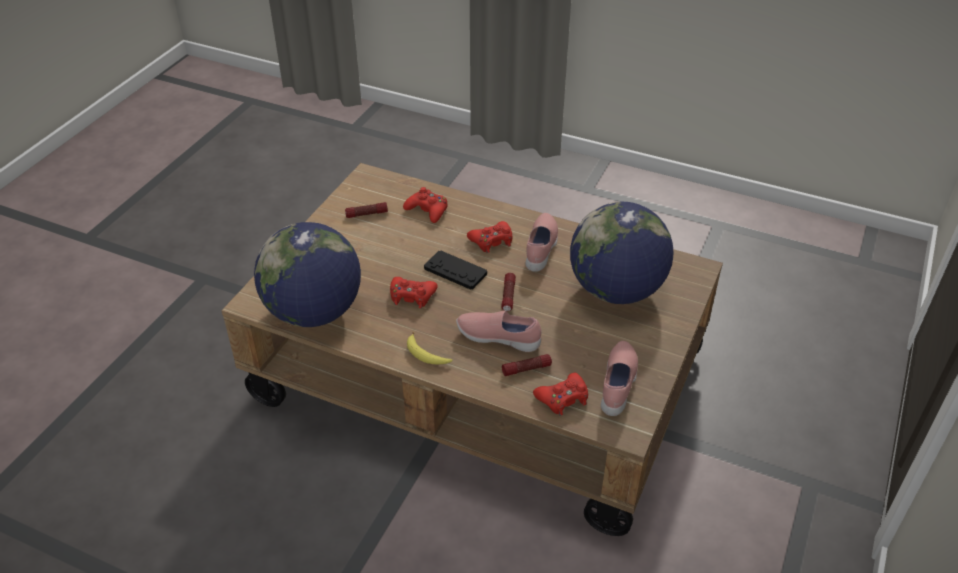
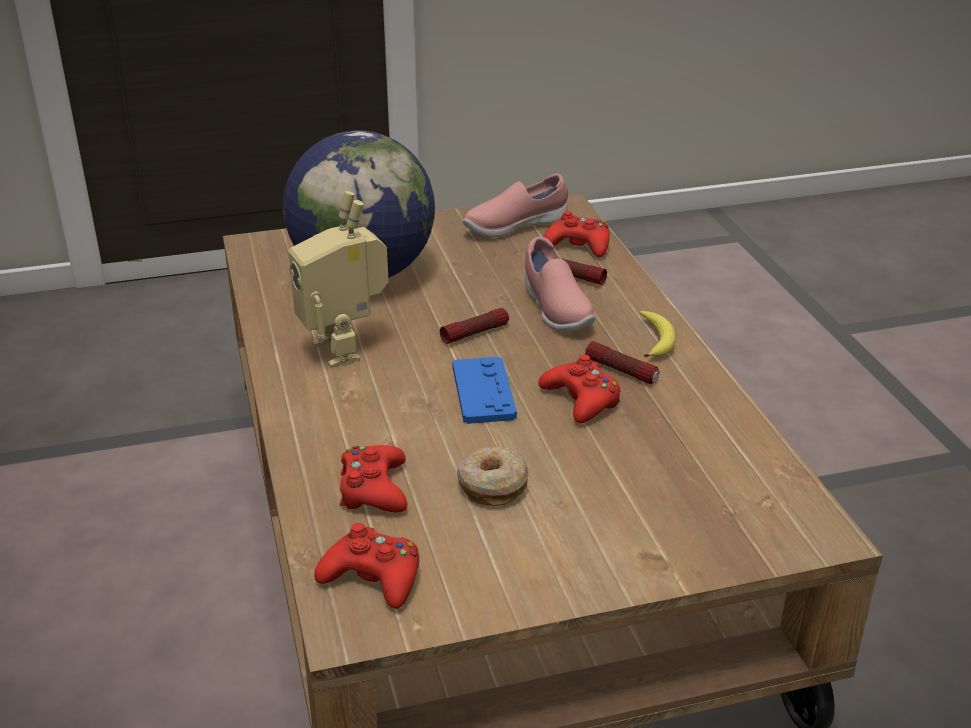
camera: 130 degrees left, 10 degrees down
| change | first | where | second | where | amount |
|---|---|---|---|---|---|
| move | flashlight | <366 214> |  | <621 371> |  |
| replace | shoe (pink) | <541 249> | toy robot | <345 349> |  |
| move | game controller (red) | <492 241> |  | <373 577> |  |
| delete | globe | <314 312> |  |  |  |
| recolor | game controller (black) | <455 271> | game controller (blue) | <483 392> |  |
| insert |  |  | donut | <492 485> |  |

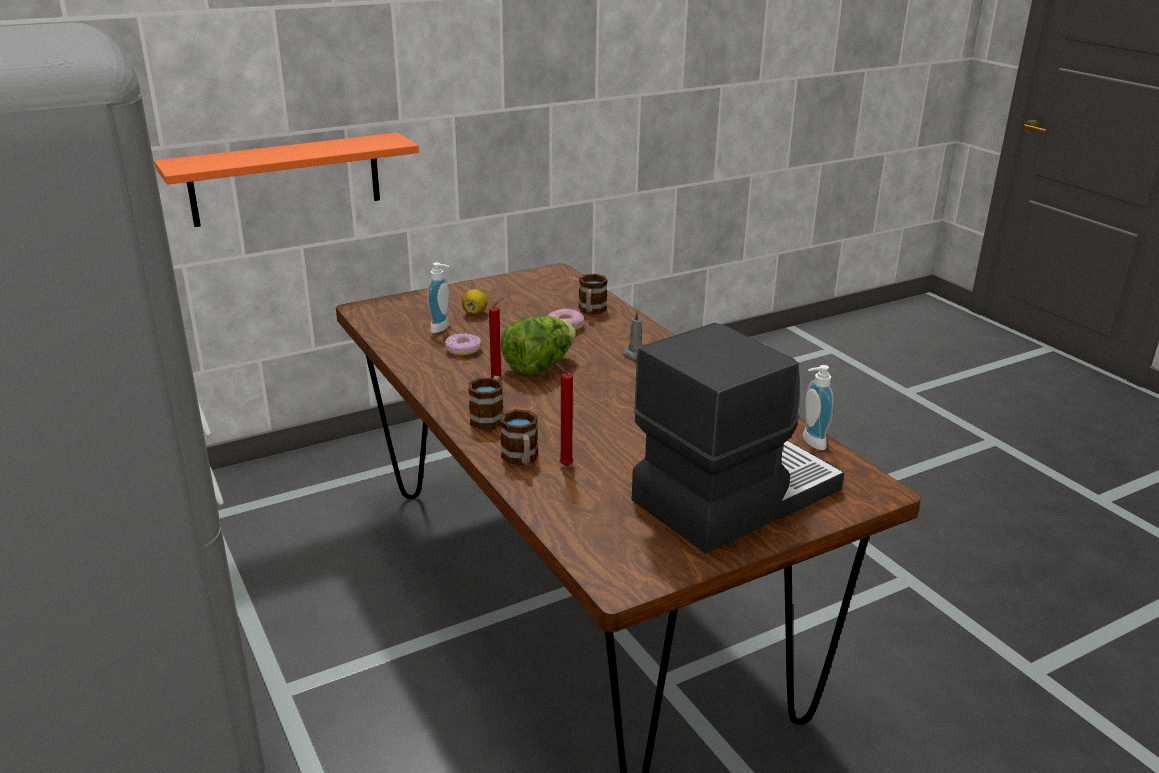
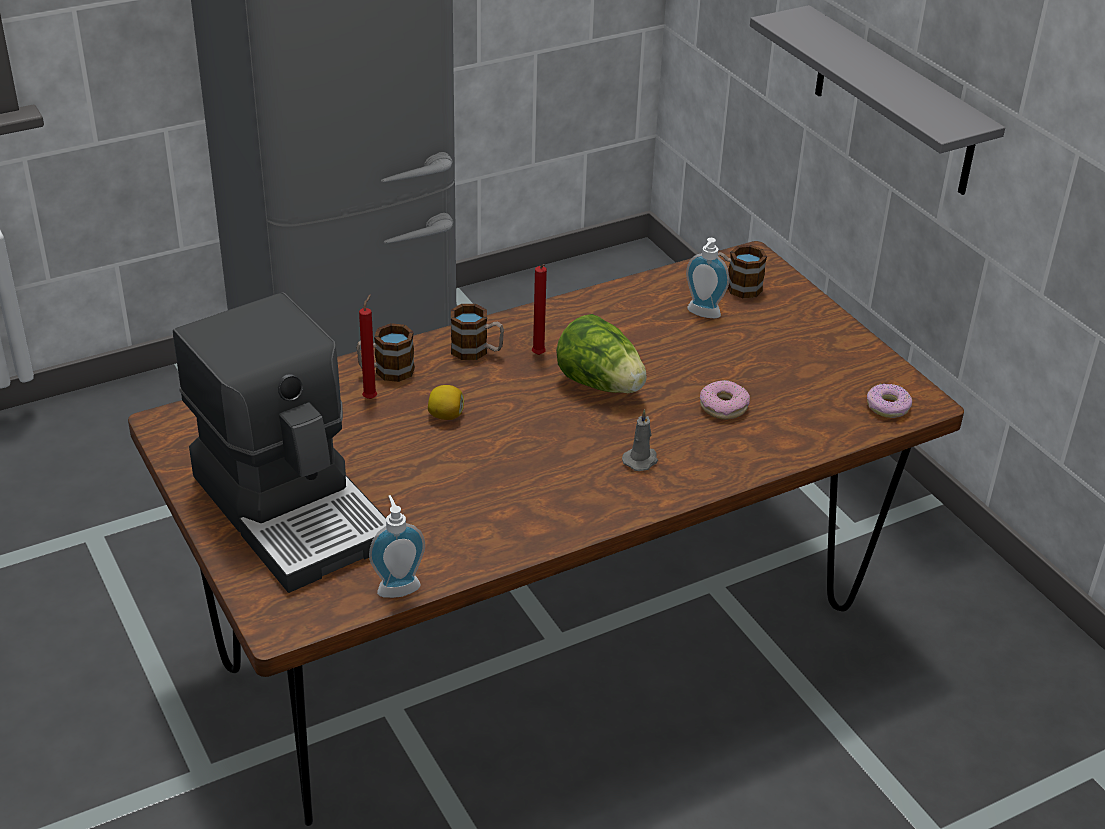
camera: 90 degrees right, 10 degrees up
| change | first | where | second | where | amount |
|---|---|---|---|---|---|
| recolor | shelf (orange) | <286 179> | shelf (grey) | <894 102> |  |
| move | mug | <591 311> |  | <736 287> |  |
| move | lemon | <475 313> |  | <446 416> |  |
| move | donut | <463 349> |  | <887 407> |  |

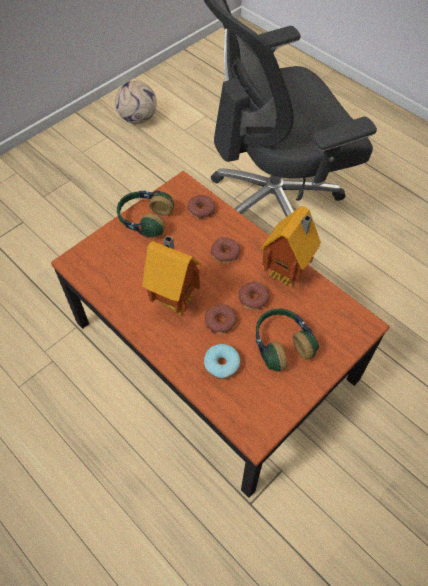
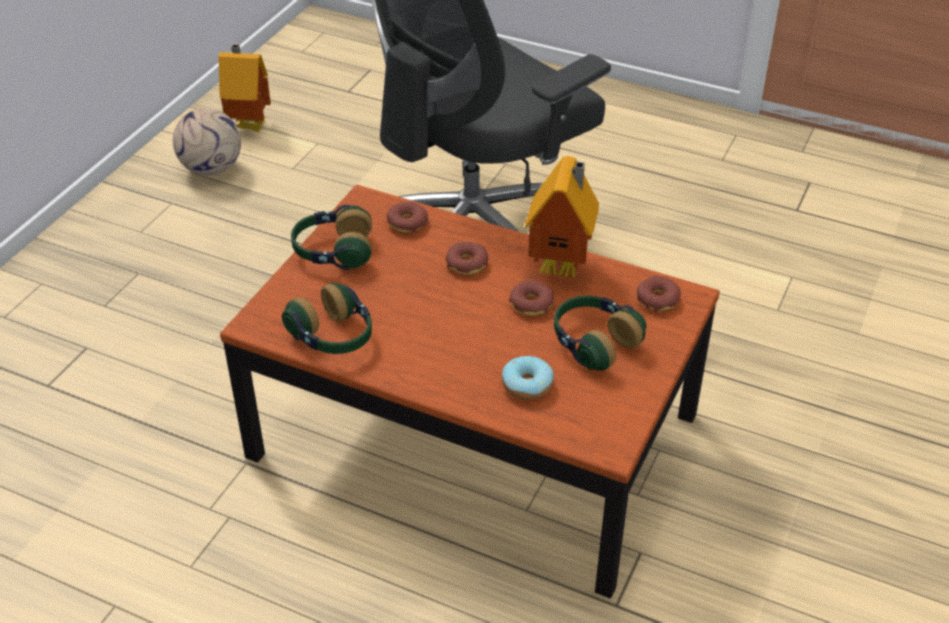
camera: 20 degrees left, 15 degrees down
| change | first | where | second | where | amount |
|---|---|---|---|---|---|
| move | toy house | <175 300> |  | <249 125> |  |
| move | donut | <220 321> |  | <657 299> |  |
| insert |  |  | headphones | <333 337> |  |

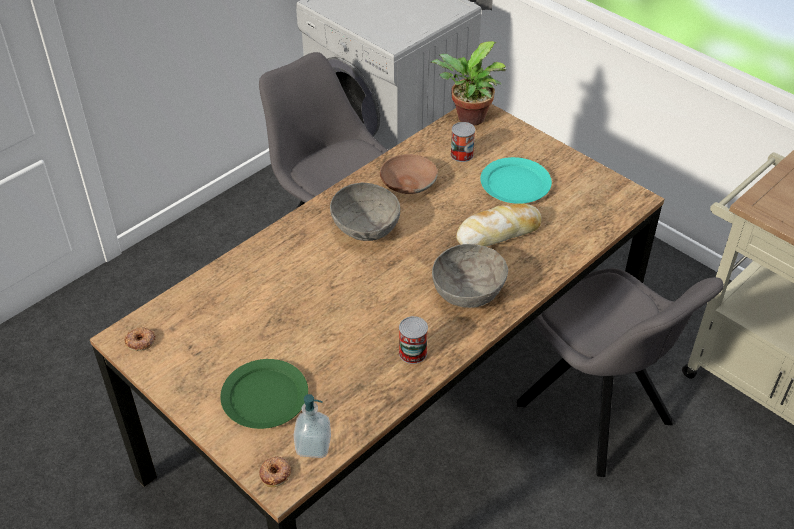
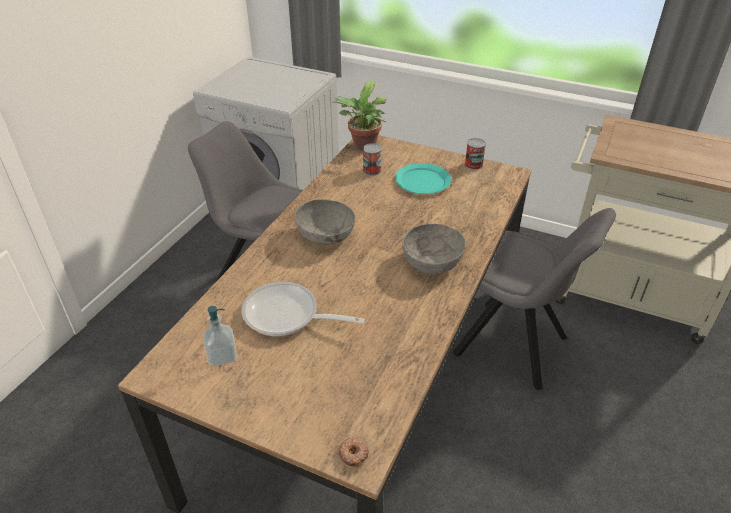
camera: 20 degrees left, 5 degrees down
| change | first | where | second | where | amount |
|---|---|---|---|---|---|
| delete | bowl (brown) | <407 182> |  |  |  |
| delete | bread | <498 232> |  |  |  |
| move | can | <413 353> |  | <473 164> |  |
| delete | donut | <140 341> |  |  |  |
| delete | plate (green) | <264 396> |  |  |  |
| move | soap dispenser | <313 446> |  | <222 356> |  |
| insert |  |  | frying pan | <287 316> |  |

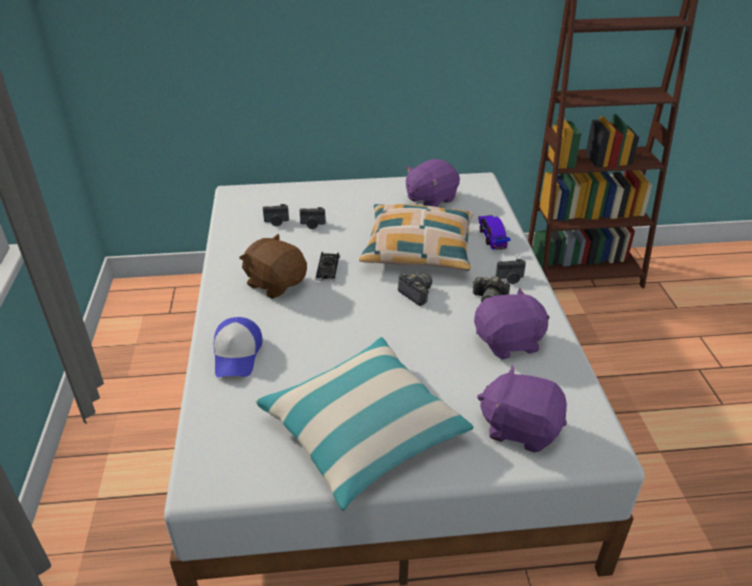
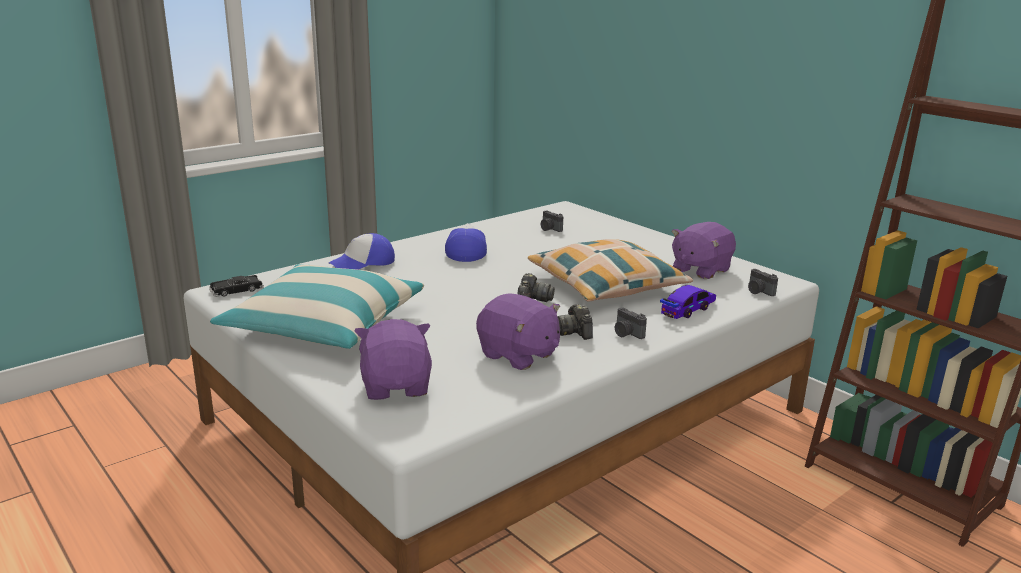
camera: 55 degrees right, 15 degrees down
| change | first | where | second | where | amount |
|---|---|---|---|---|---|
| rotate | plush toy (purple) | <430 199> |  | <700 269> | 60 degrees counterclockwise |
| move | photo camera | <312 225> |  | <758 291> |  |
| replace | plush toy (brown) | <276 283> | cap | <466 251> |  |
| move | toy car (black) | <328 269> |  | <236 290> |  |

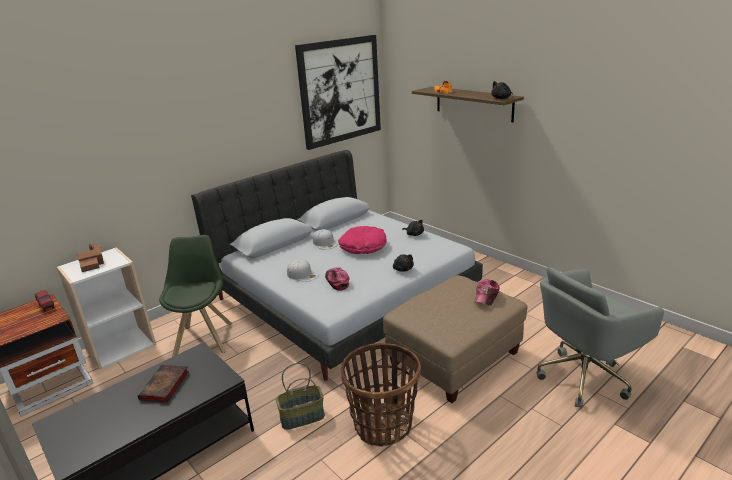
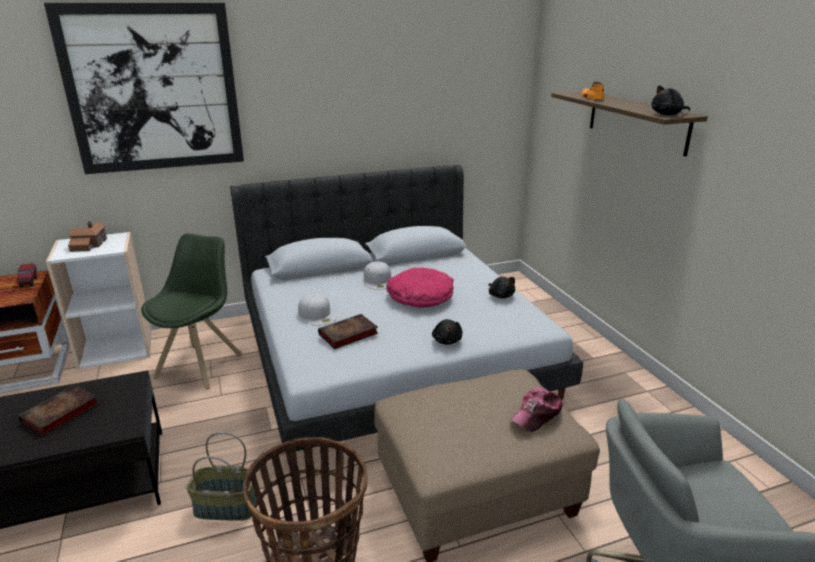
camera: 20 degrees right, 0 degrees up
| change | first | where | second | where | amount |
|---|---|---|---|---|---|
| move | picture | <340 91> |  | <153 89> |  |
| replace | cap | <336 281> | book | <347 335> |  |

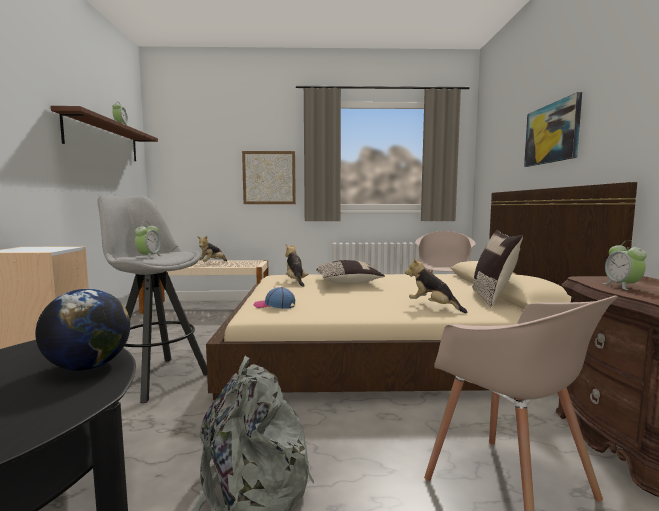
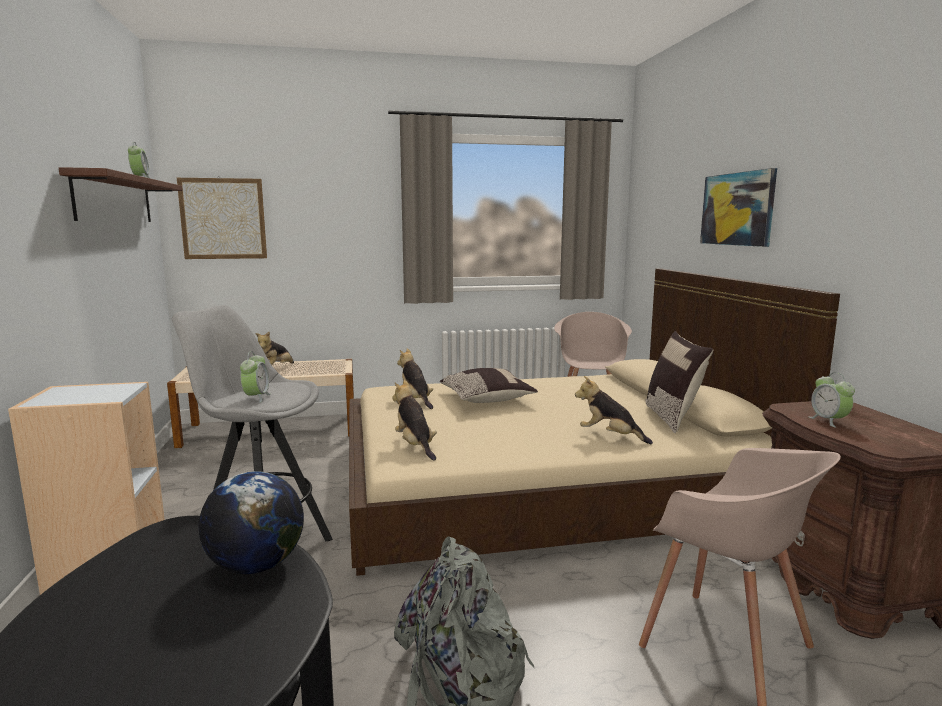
camera: 10 degrees left, 5 degrees up
| change | first | where | second | where | amount |
|---|---|---|---|---|---|
| move | picture | <269 177> |  | <223 217> |  |
| replace | cap | <274 305> | plush toy | <415 446> |  |

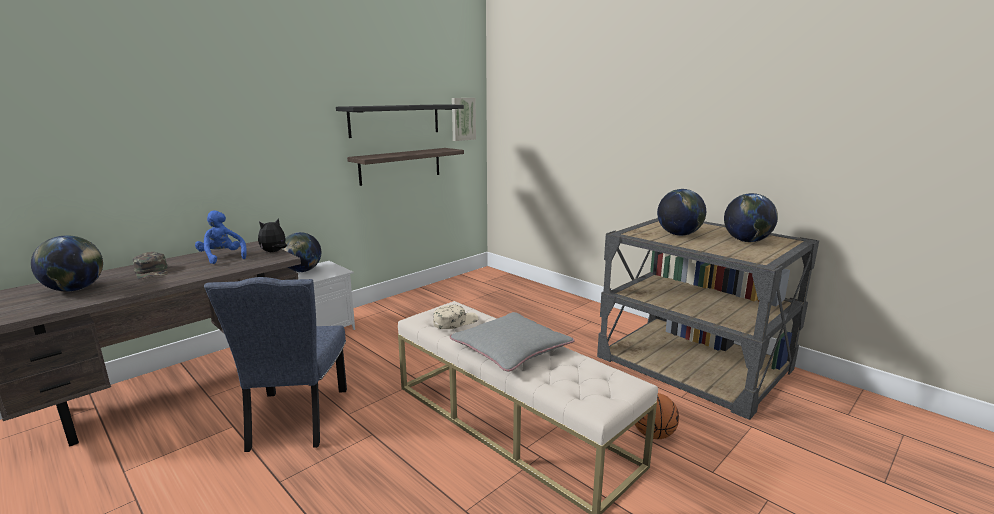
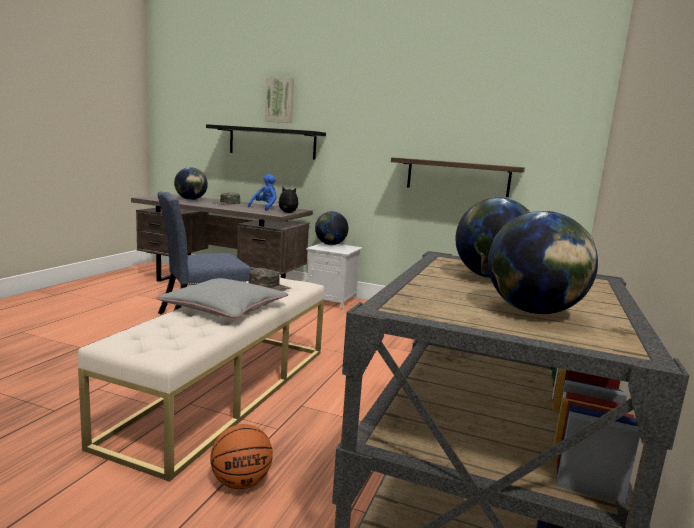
camera: 65 degrees right, 5 degrees down
| change | first | where | second | where | amount |
|---|---|---|---|---|---|
| move | picture | <462 119> |  | <280 100> |  |
| move | shelf (black) | <395 120> |  | <272 142> |  |
| recolor | cap (beige) | <455 321> | cap (green) | <269 286> |  |

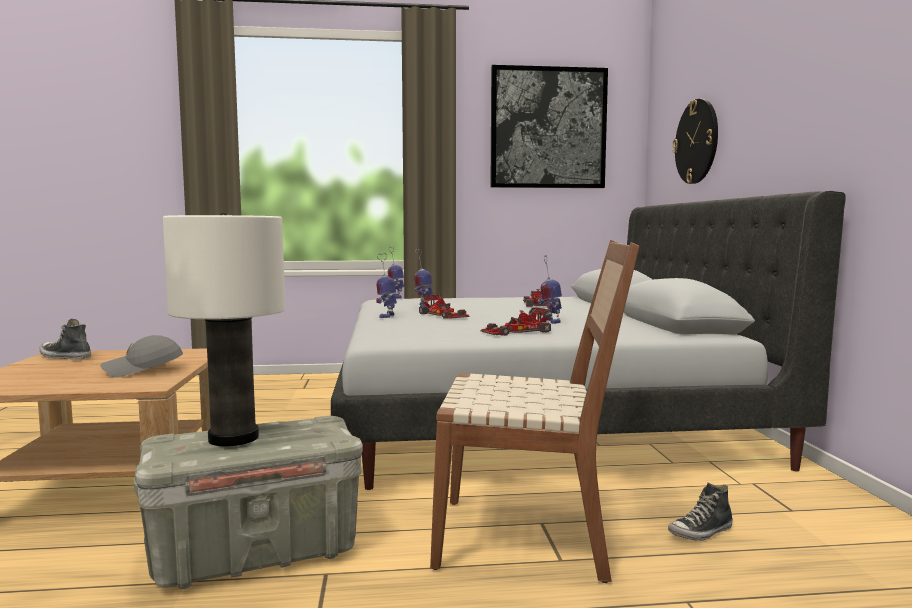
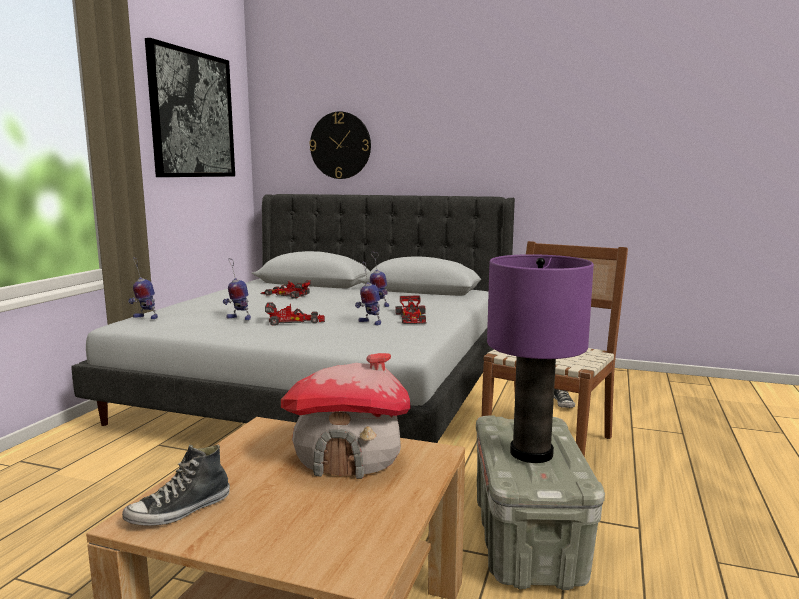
camera: 65 degrees left, 5 degrees up
| change | first | where | second | where | amount |
|---|---|---|---|---|---|
| recolor | table lamp (white) | <234 438> | table lamp (purple) | <532 453> |  |
| move | toy robot | <387 316> |  | <369 322> |  |
| replace | cap (grey) | <142 370> | toy house | <349 457> |  |

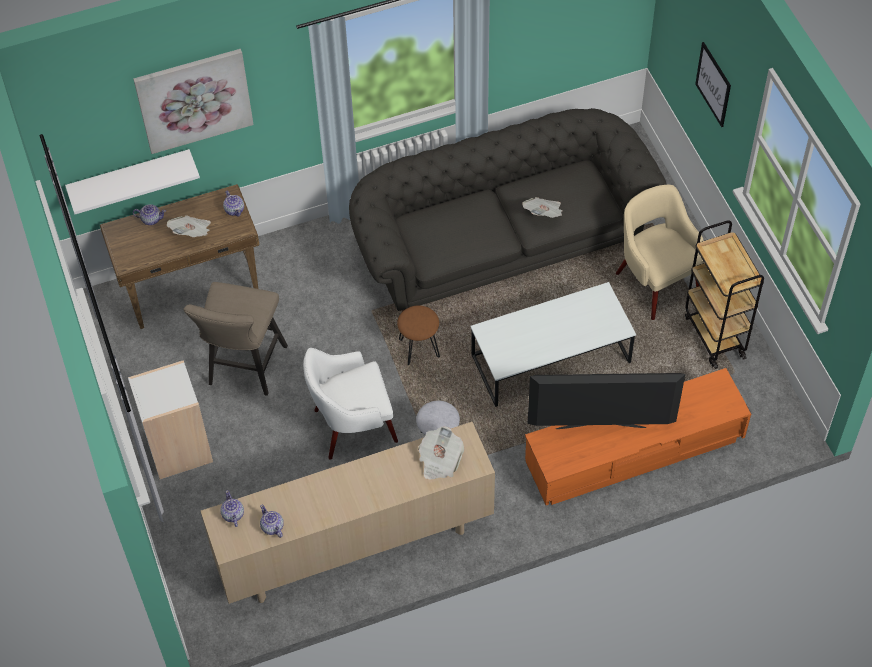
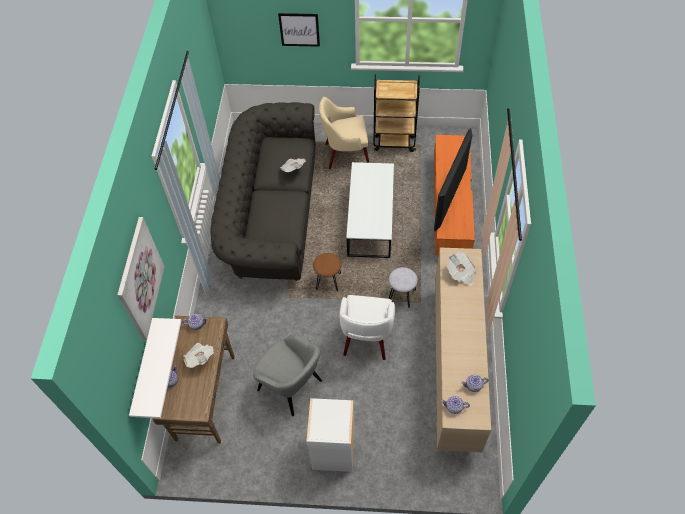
camera: 65 degrees left, 0 degrees up
| change | first | where | second | where | amount |
|---|---|---|---|---|---|
| replace | stool (beige) | <244 370> | armchair (grey) | <291 386> |  |

